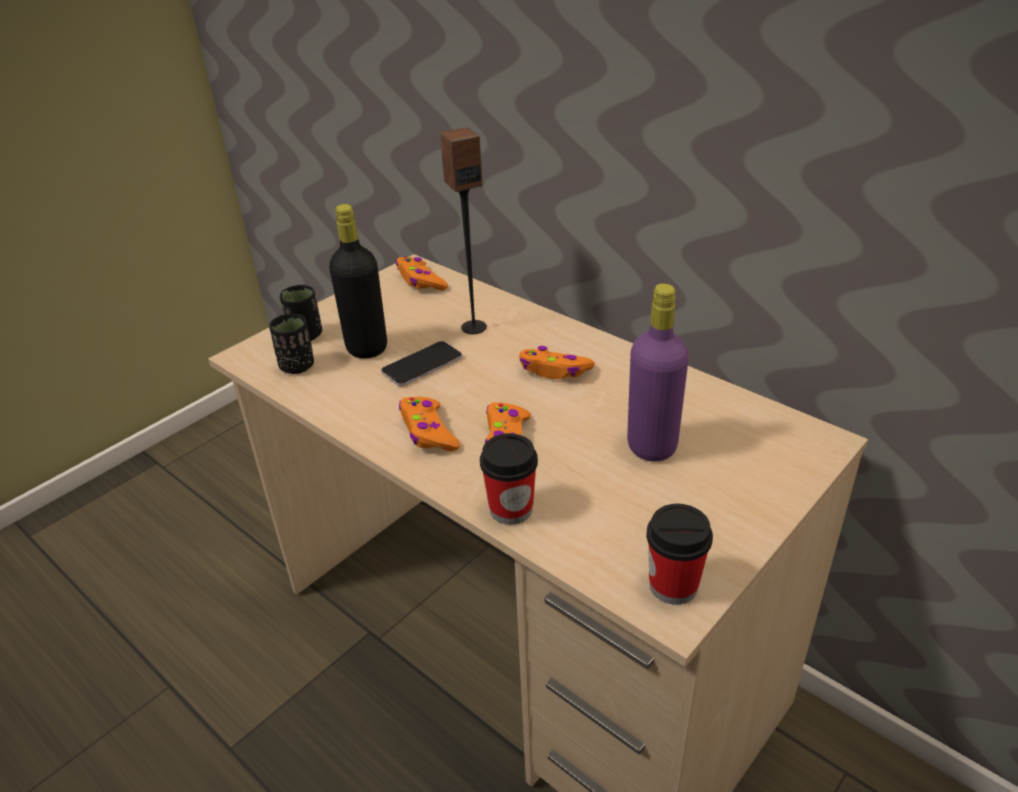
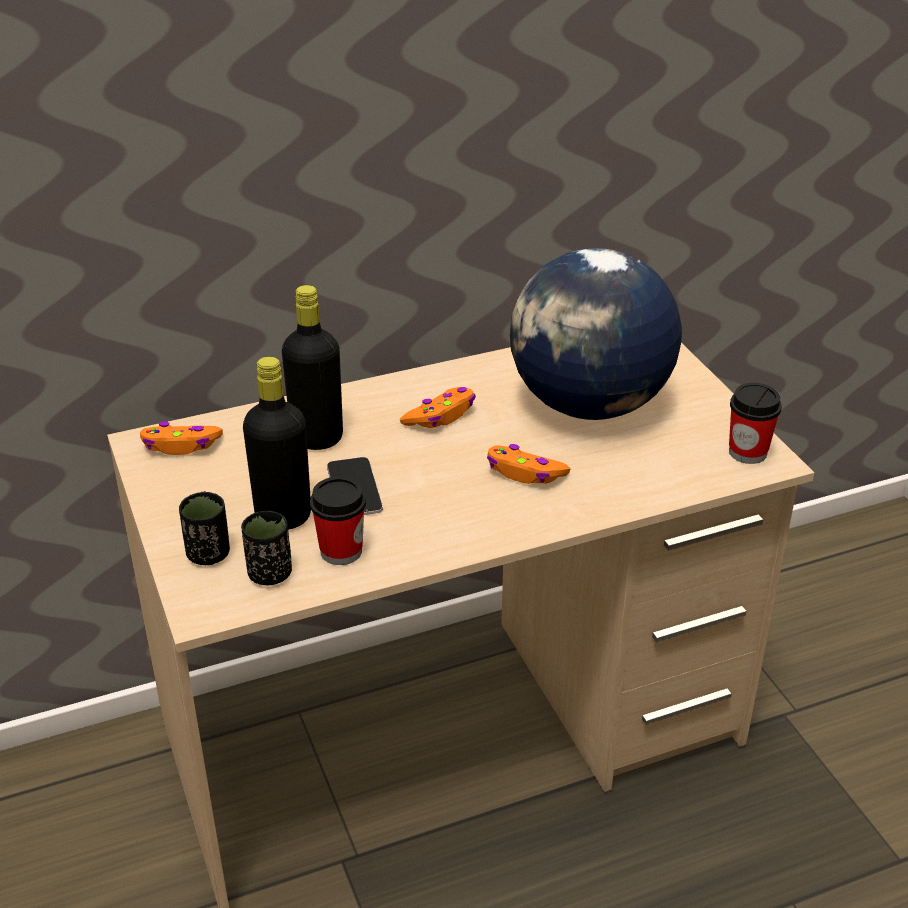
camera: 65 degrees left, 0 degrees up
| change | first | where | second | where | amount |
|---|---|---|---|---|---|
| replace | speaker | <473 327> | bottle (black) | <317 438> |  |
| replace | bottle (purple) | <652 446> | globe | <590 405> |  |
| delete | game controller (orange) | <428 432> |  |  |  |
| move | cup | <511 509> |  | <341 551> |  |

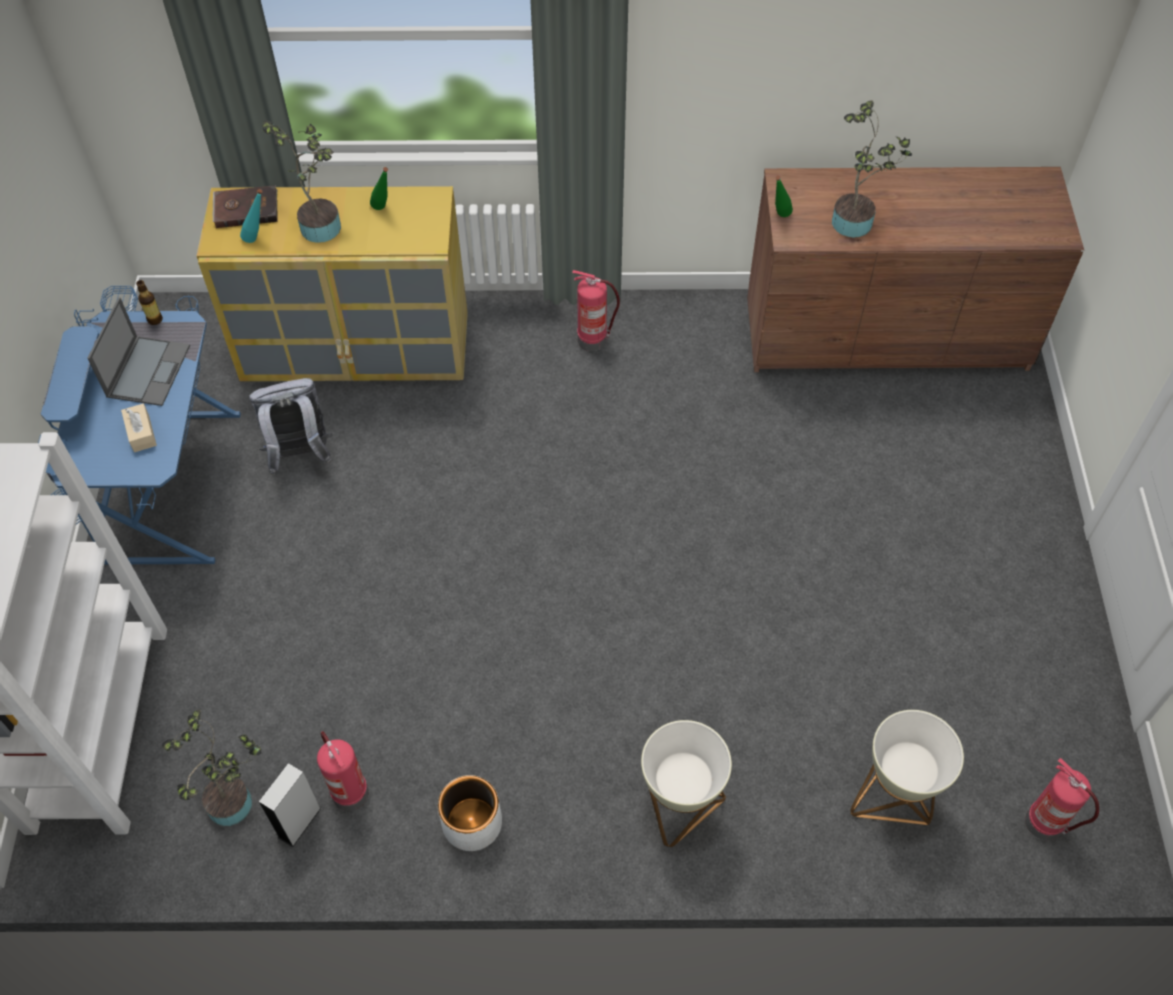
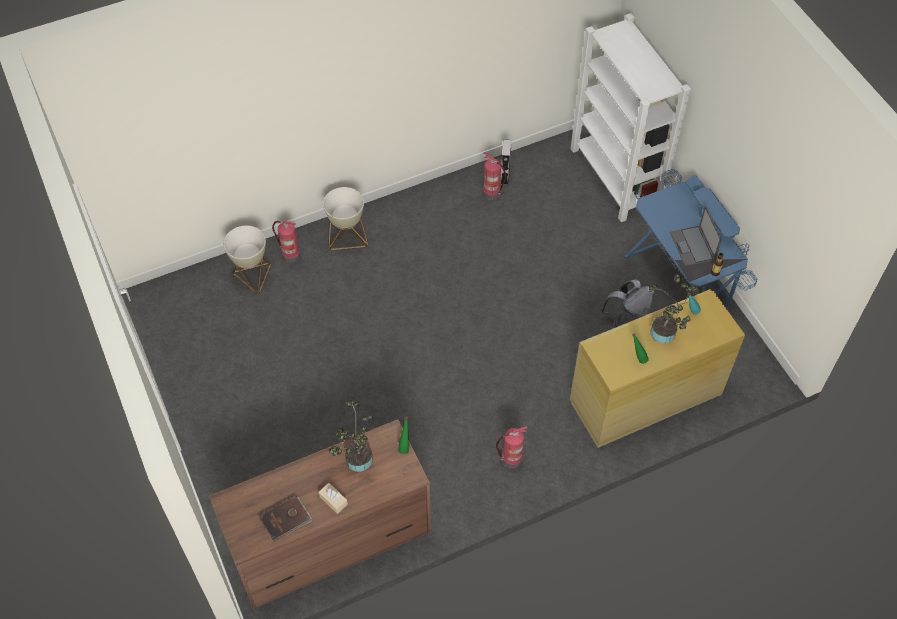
camera: 155 degrees right, 0 degrees up
| change | first | where | second | where | amount |
|---|---|---|---|---|---|
| move | book (brown) | <246 208> |  | <286 519> |  |
| move | tissue box (beige) | <141 433> |  | <333 500> |  |
| delete | potted plant | <235 801> |  |  |  |
| move | fire extinguisher | <1045 823> |  | <290 255> |  |
| delete | planter (white) | <471 823> |  |  |  |

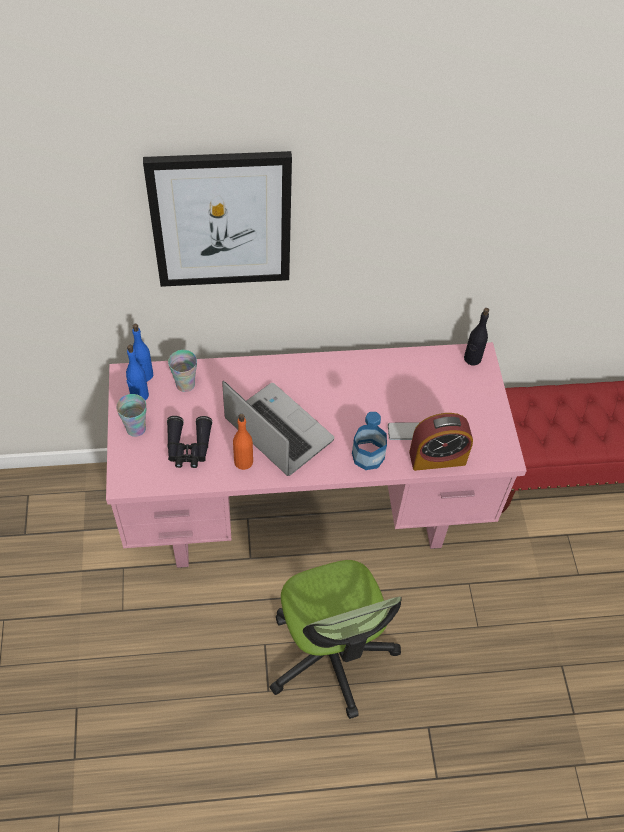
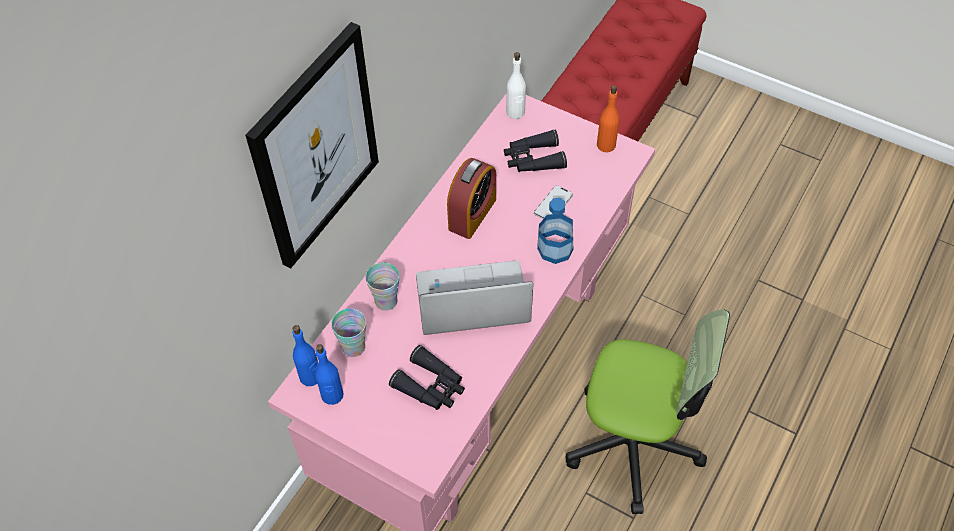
camera: 50 degrees left, 0 degrees up
| change | first | where | second | where | amount |
|---|---|---|---|---|---|
| recolor | bottle (black) | <472 359> | bottle (white) | <515 112> |  |
| move | cup | <136 428> |  | <386 301> |  |
| move | alarm clock | <437 458> |  | <472 214> |  |
| move | bottle (orange) | <243 461> |  | <605 145> |  |
| insert |  |  | binoculars (black) | <533 159> |  |

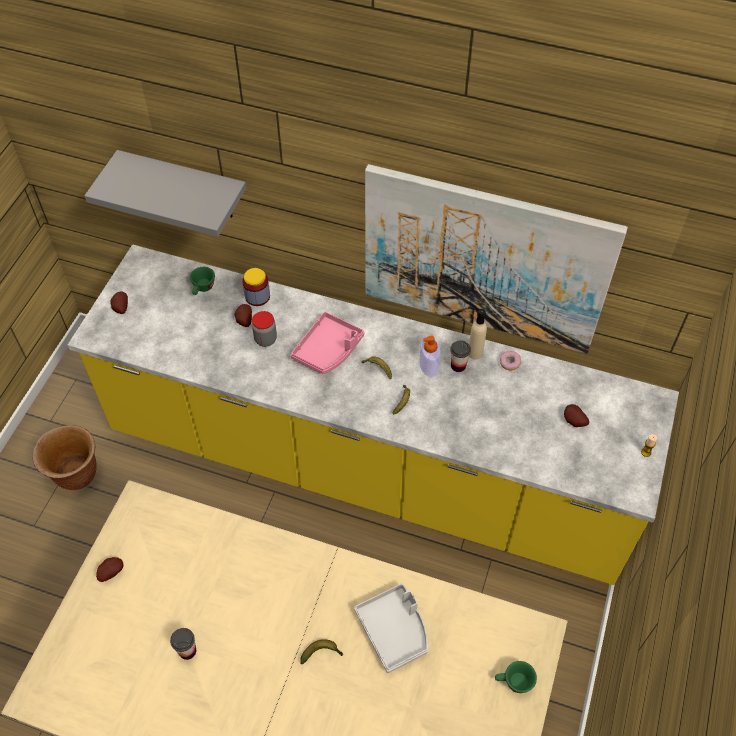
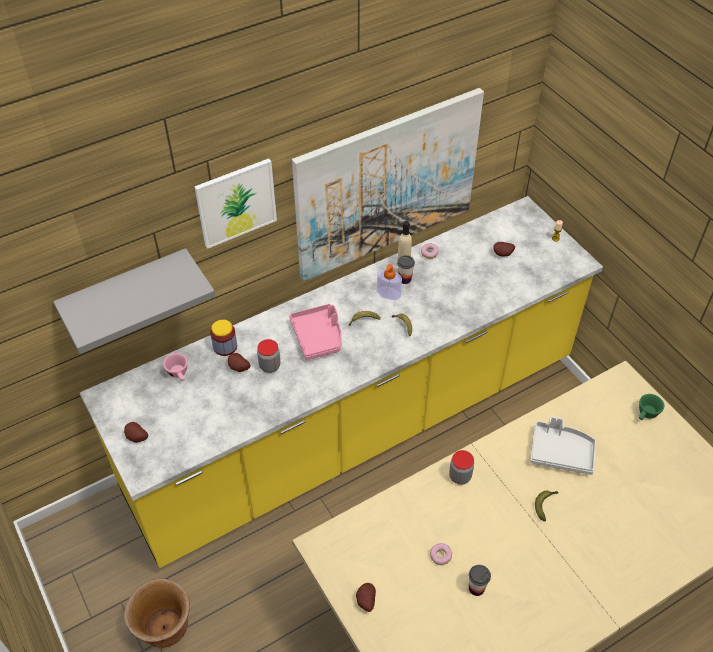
camera: 50 degrees left, 5 degrees down
| change | first | where | second | where | amount |
|---|---|---|---|---|---|
| recolor | cup (green) | <203 288> | cup (pink) | <179 374> |  |
| insert |  |  | picture | <236 202> |  |
| insert |  |  | jar | <460 476> |  |
| insert |  |  | donut | <440 556> |  |

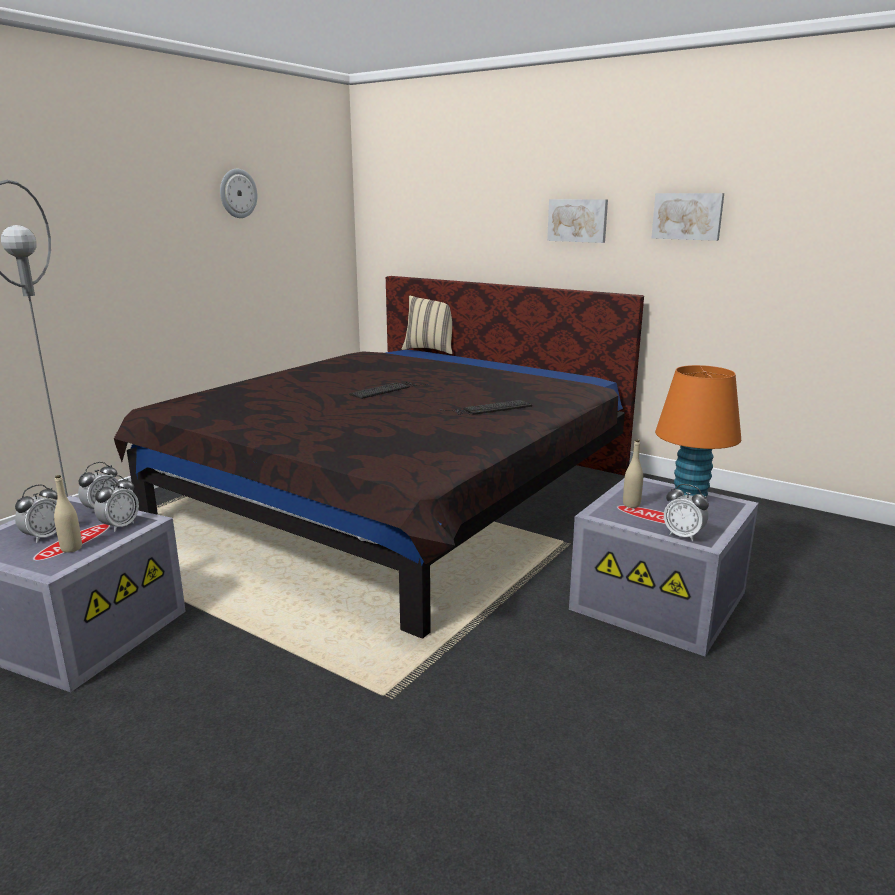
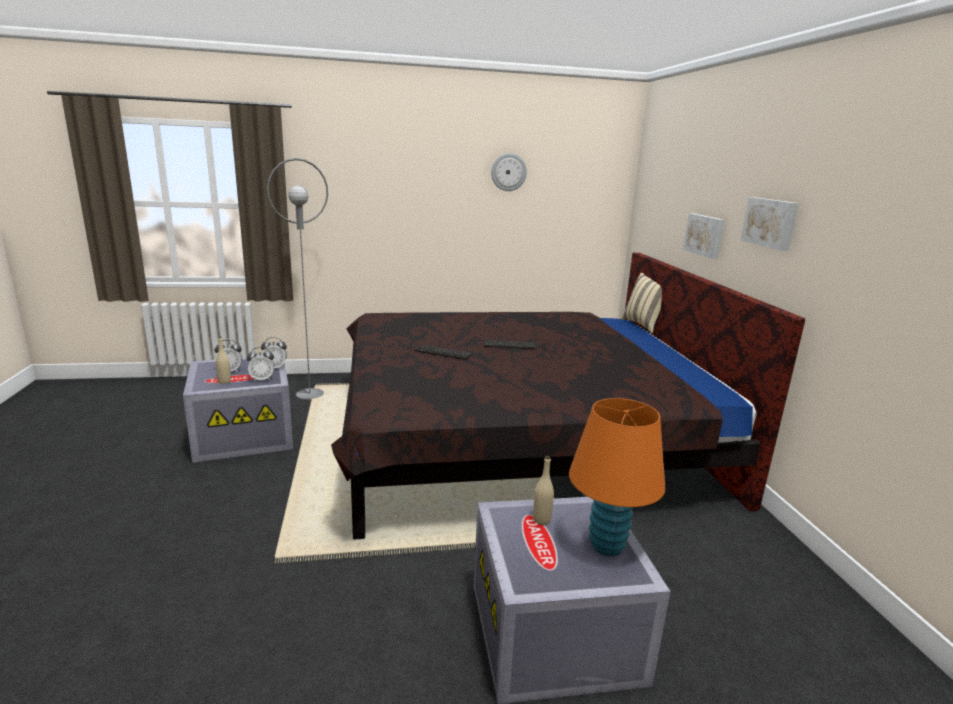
camera: 45 degrees right, 0 degrees up
| change | first | where | second | where | amount |
|---|---|---|---|---|---|
| move | picture | <687 216> |  | <705 235> |  |
| move | keyboard | <489 408> |  | <437 351> |  |
| delete | alarm clock | <683 535> |  |  |  |

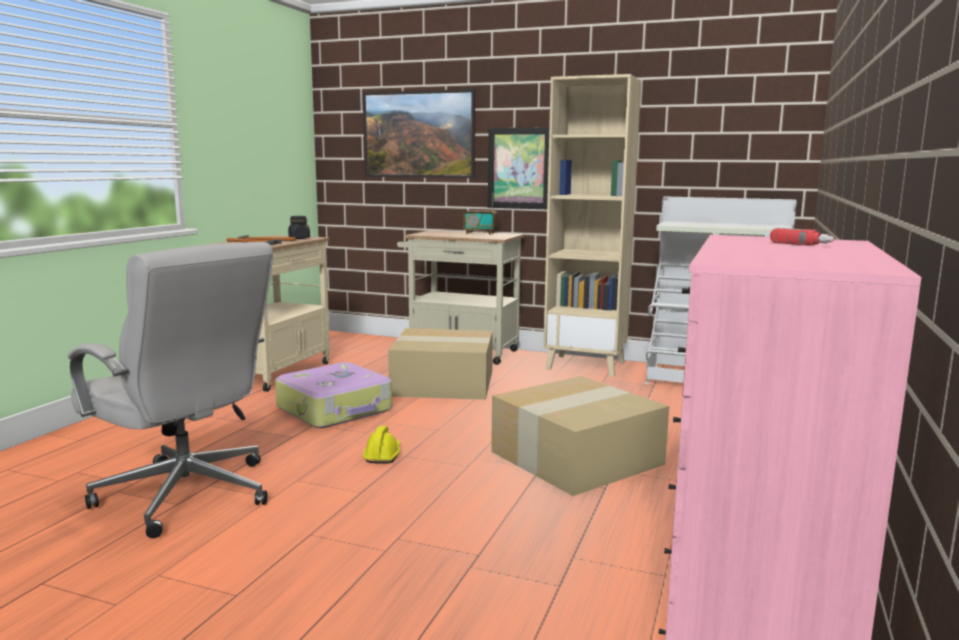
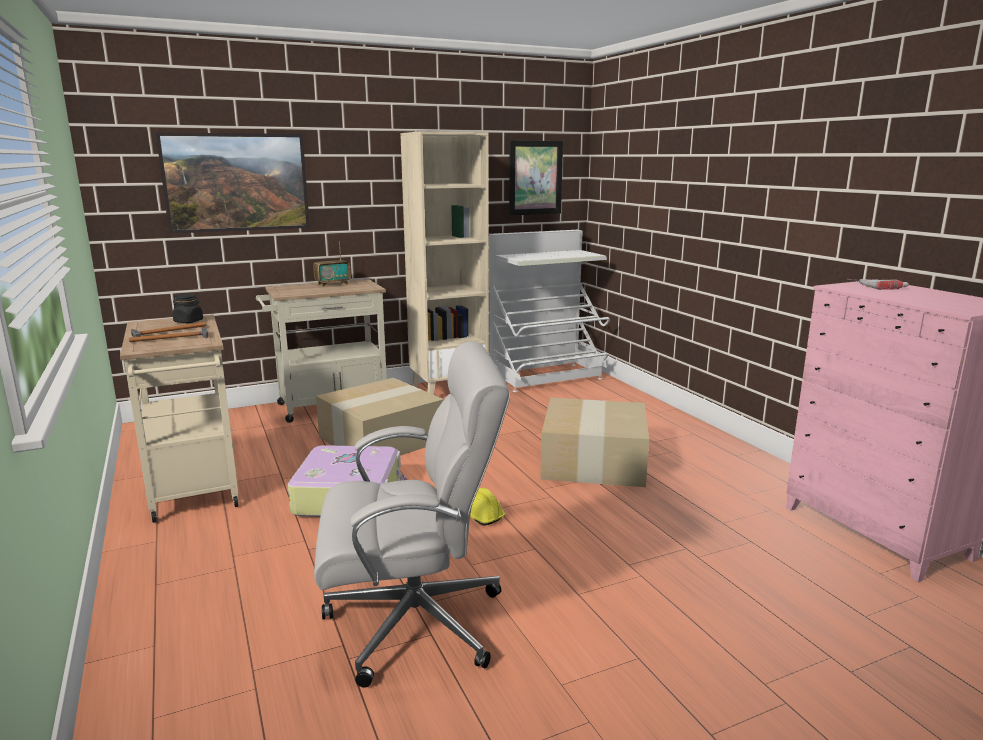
camera: 45 degrees left, 5 degrees up
| change | first | where | second | where | amount |
|---|---|---|---|---|---|
| move | picture | <519 168> |  | <535 178> |  |

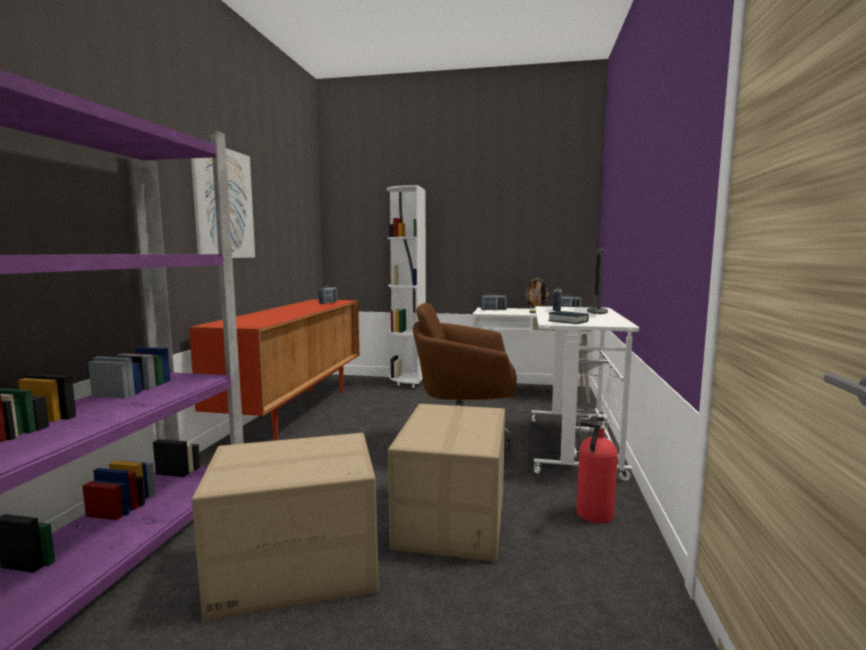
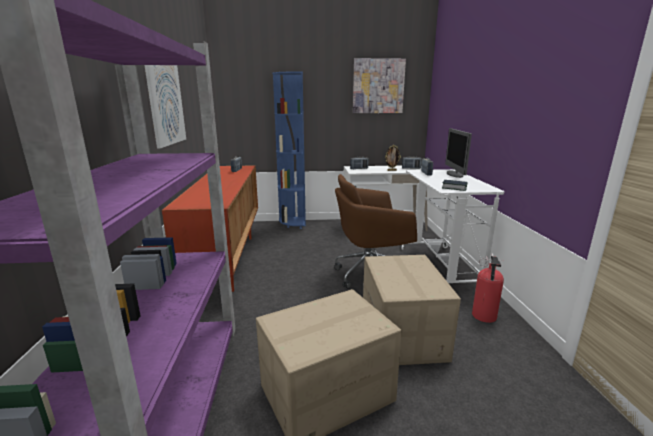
camera: 15 degrees left, 10 degrees up
| change | first | where | second | where | amount |
|---|---|---|---|---|---|
| recolor | bookcase (white) | <406 383> | bookcase (blue) | <293 225> |  |
| insert |  |  | picture | <378 86> |  |

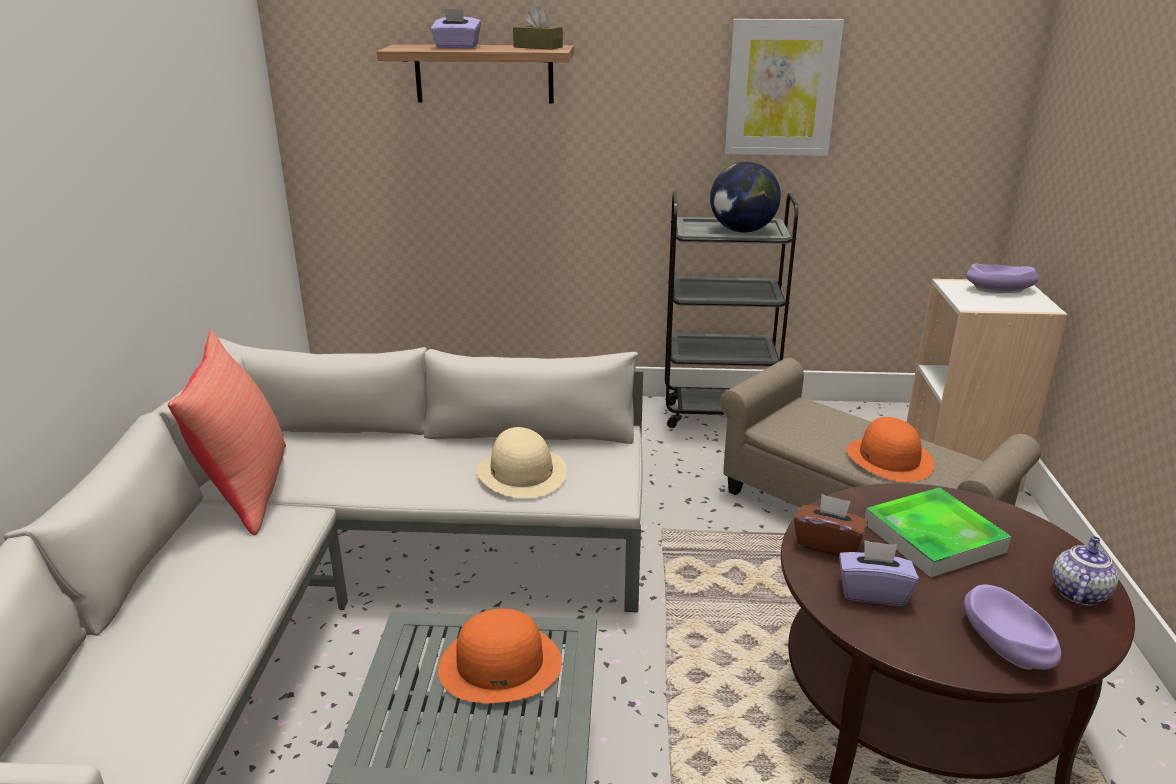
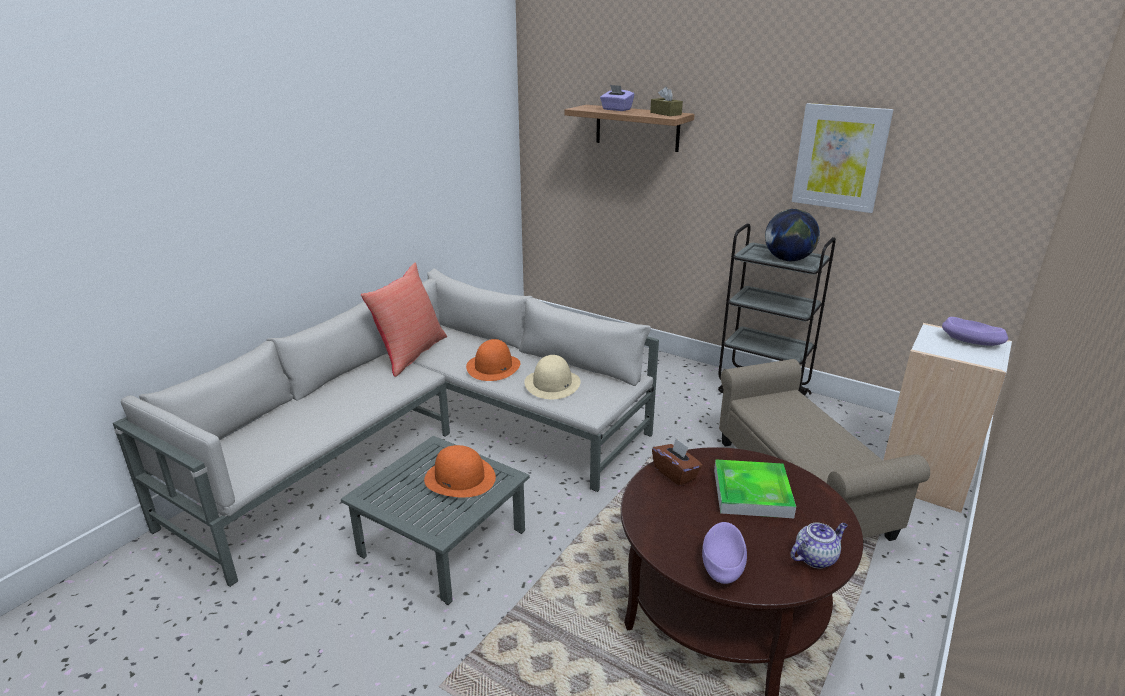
camera: 30 degrees right, 0 degrees up
| change | first | where | second | where | amount |
|---|---|---|---|---|---|
| move | hat (orange) | <889 459> |  | <493 367> |  |
| delete | tissue box (purple) | <872 592> |  |  |  |

